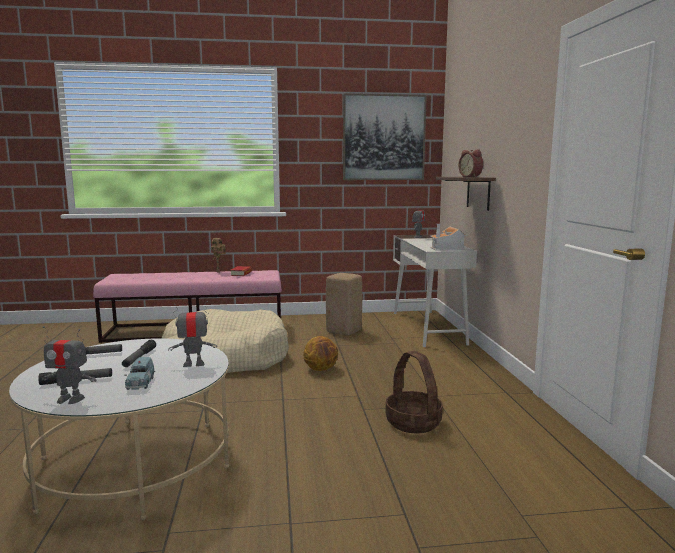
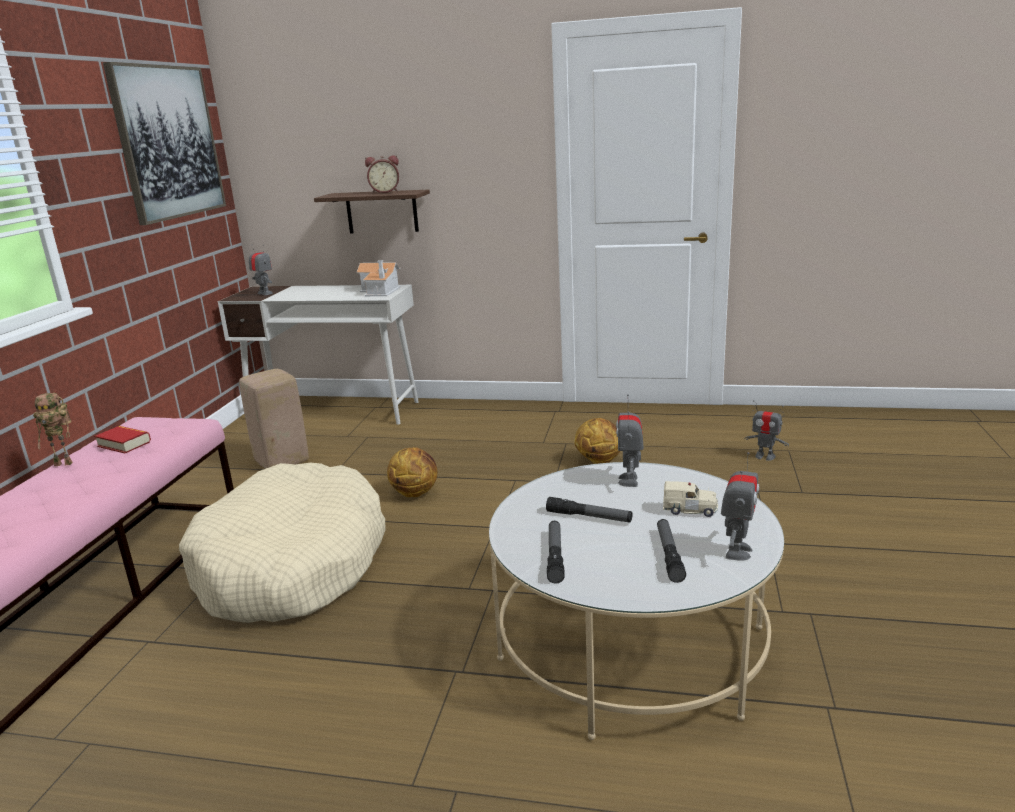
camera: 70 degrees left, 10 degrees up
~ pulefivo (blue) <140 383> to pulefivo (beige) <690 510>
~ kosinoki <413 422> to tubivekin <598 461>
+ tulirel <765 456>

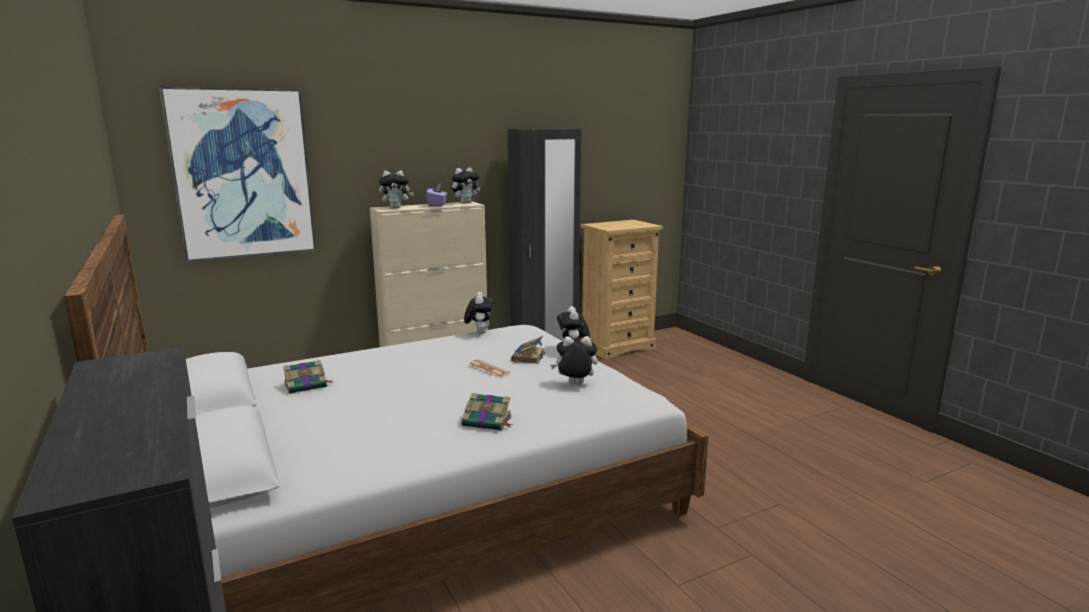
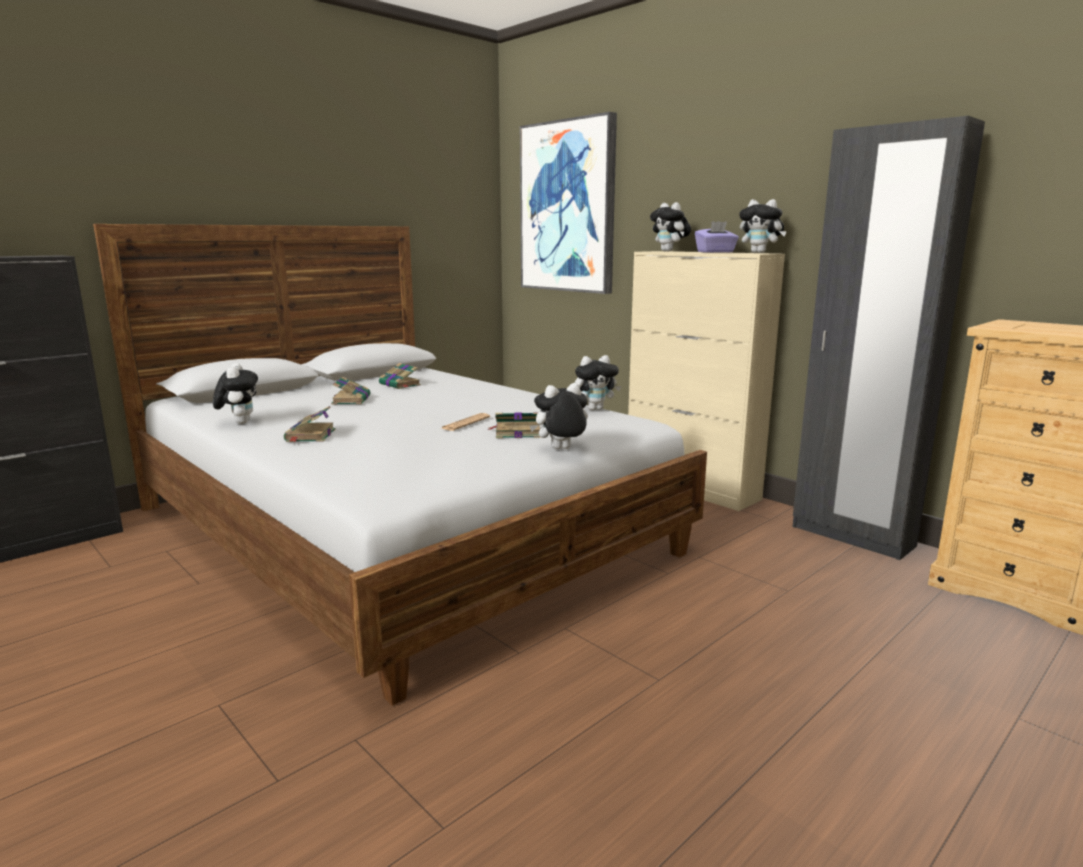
camera: 75 degrees right, 0 degrees up
~ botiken <575 385> to <240 422>
+ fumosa <351 399>

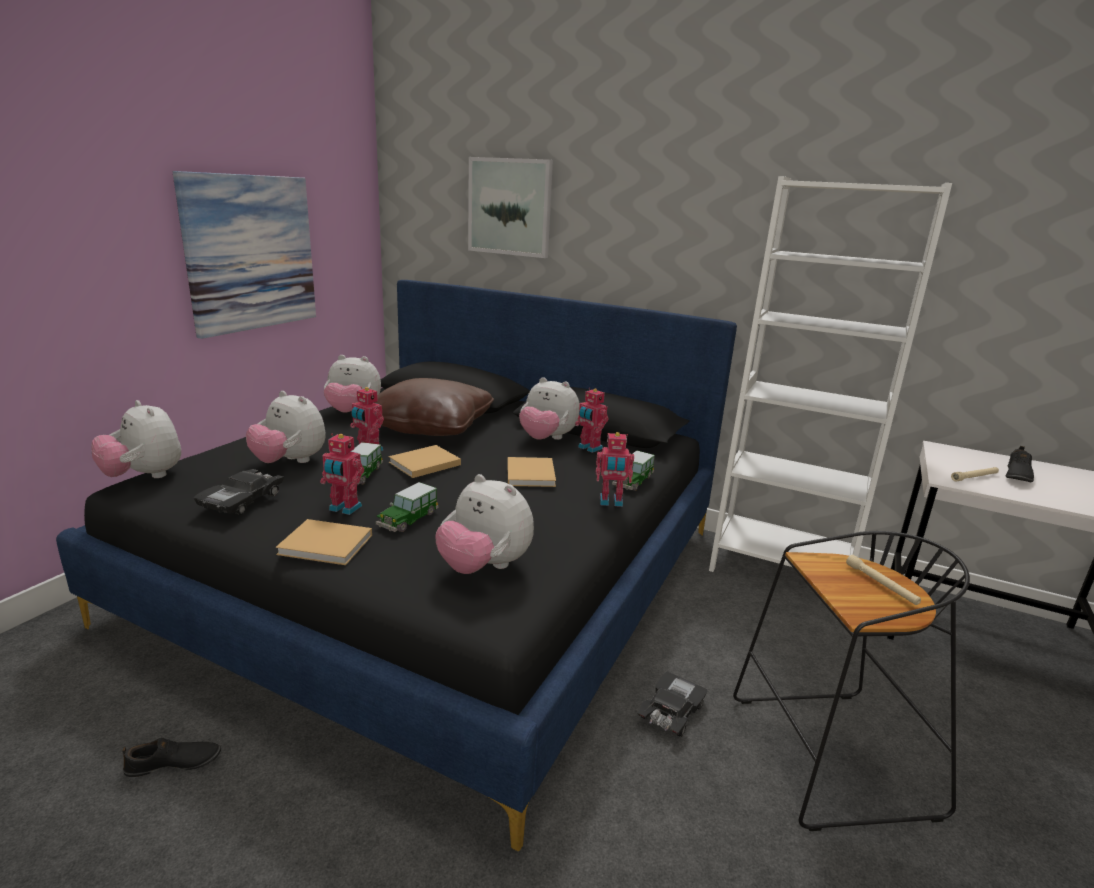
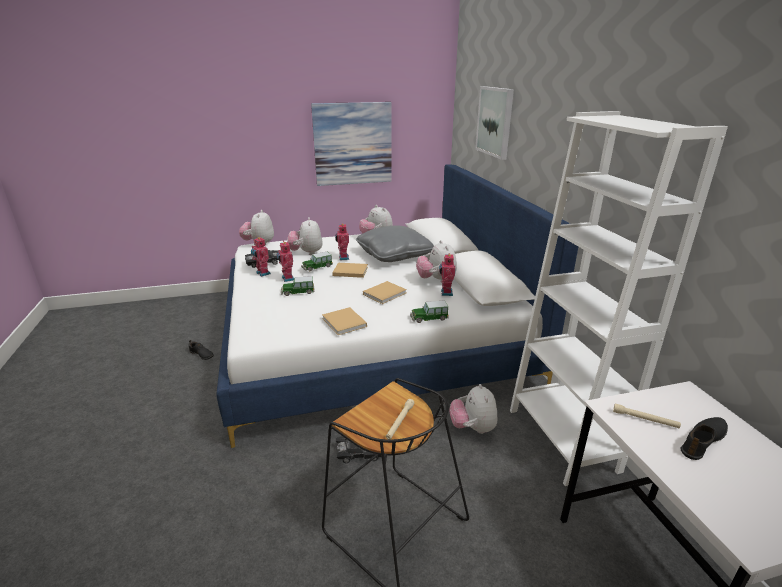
camera: 50 degrees right, 5 degrees up
~ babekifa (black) <443 573> to babekifa (white) <370 338>
~ fumosa (beige) <328 545> to <344 323>
~ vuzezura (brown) <431 427> to vuzezura (grey) <394 255>
~ botiken <484 567> to <472 428>
~ tulirel <611 502> to <262 273>
~ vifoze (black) <1016 475> = <703 441> 150 degrees clockwise

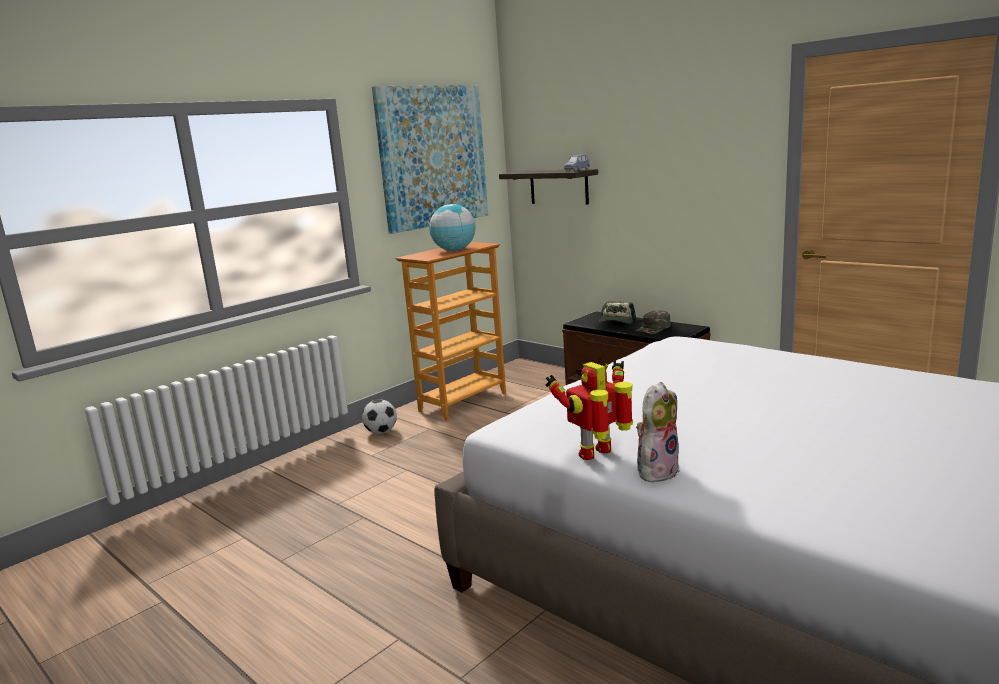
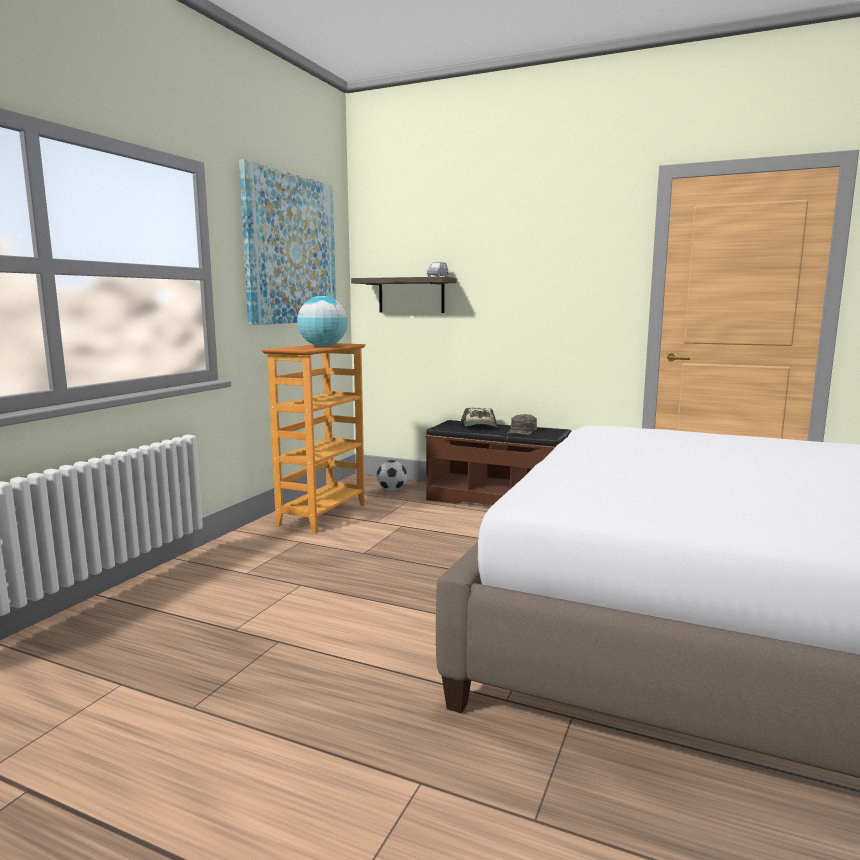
camera: 20 degrees left, 5 degrees down
~ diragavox <381 432> to <392 490>
- tulirel <598 454>
- botiken <656 471>

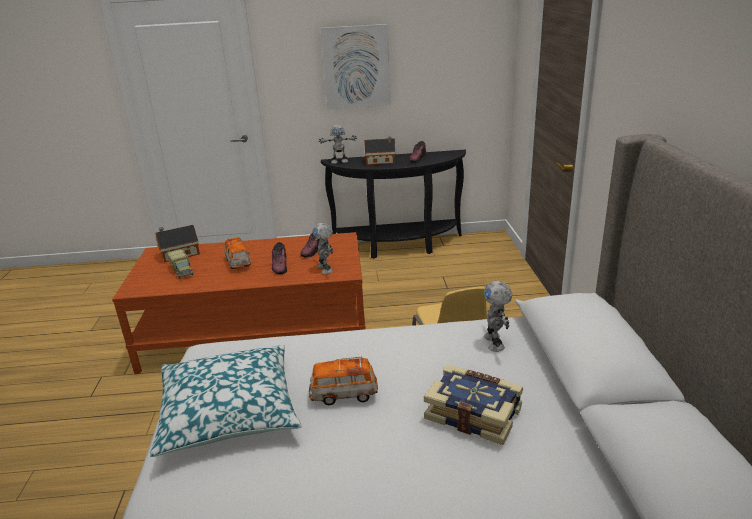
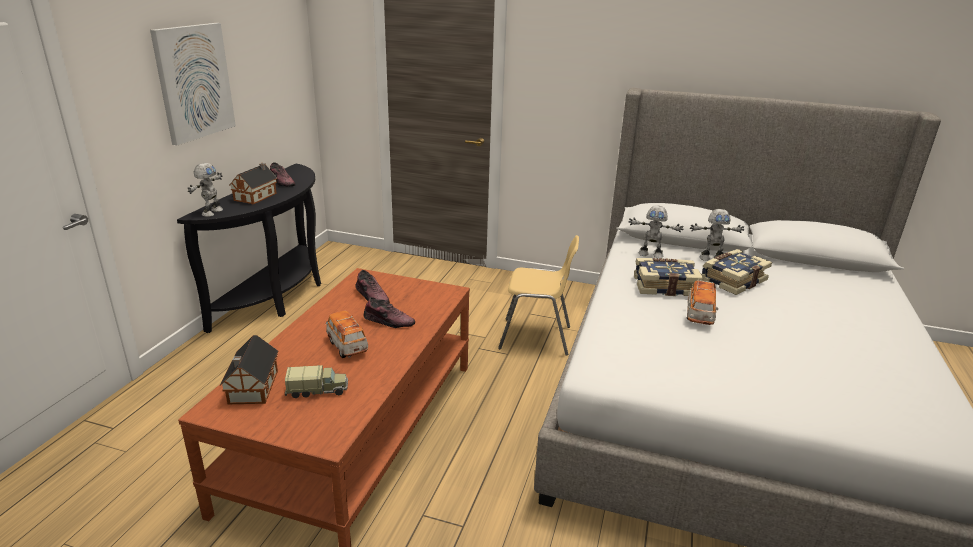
camera: 70 degrees left, 0 degrees up
- vuzezura <229 410>
~ pulefivo <238 263> = <347 346> 120 degrees counterclockwise
~ tulirel <326 269> to <711 258>
+ fumosa <664 286>

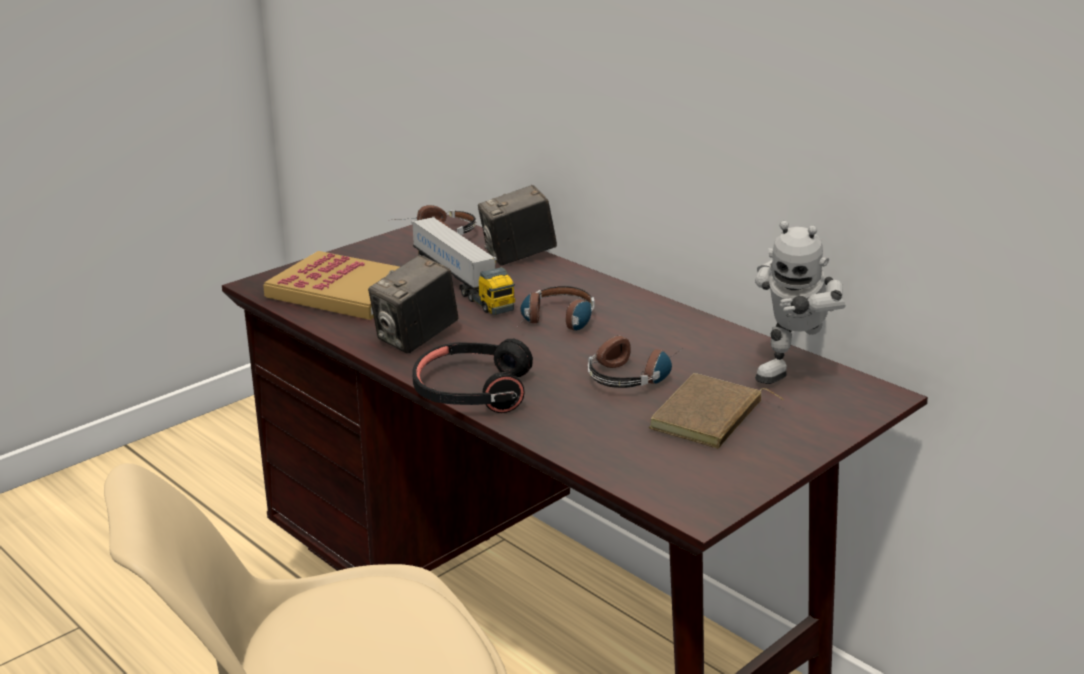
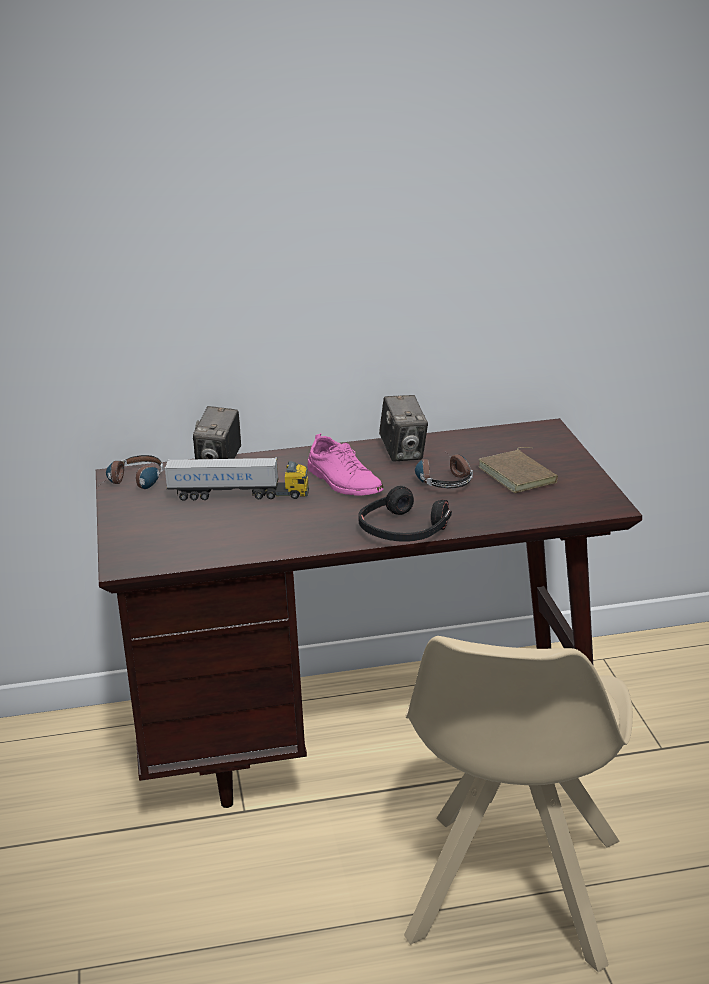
camera: 55 degrees left, 0 degrees up
- fumosa <343 291>
~ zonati <416 339> to <403 453>
~ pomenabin <556 323> to vifoze (pink) <344 482>
- tulirel <793 370>

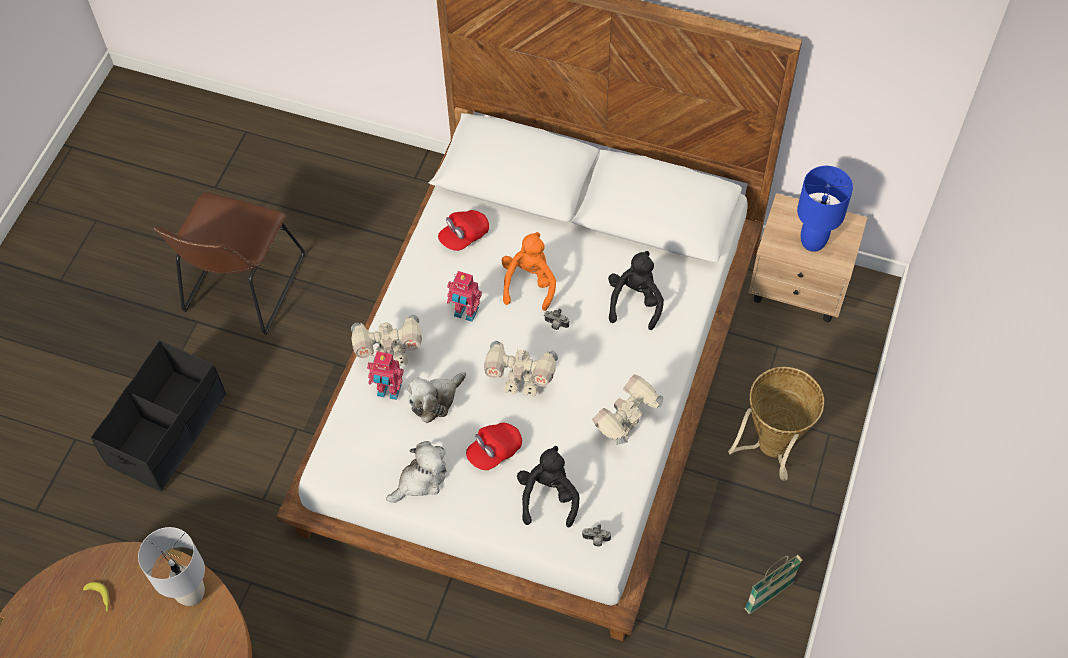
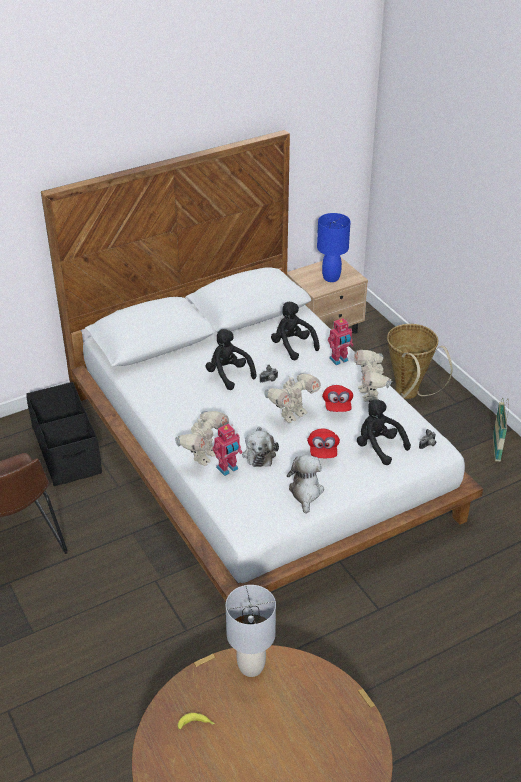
camera: 50 degrees left, 20 degrees down
~ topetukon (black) <168 430> to <67 450>
~ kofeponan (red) <464 236> to <337 406>
~ tulirel <465 313> to <339 360>
~ botiken (orange) <529 283> to botiken (black) <228 374>

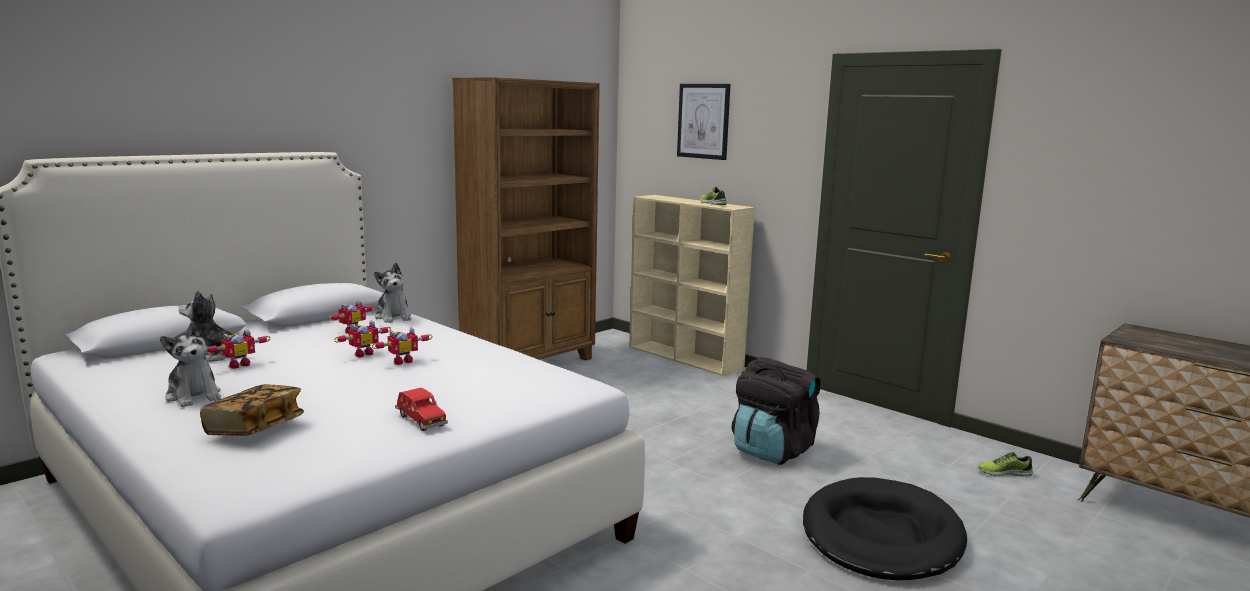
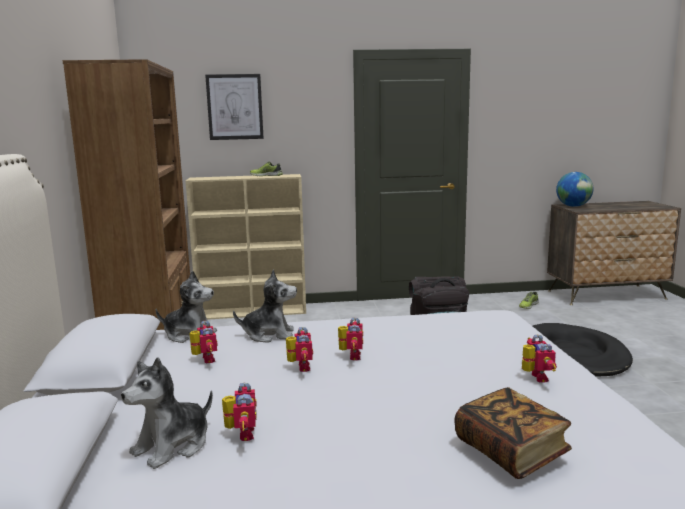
camera: 50 degrees left, 0 degrees up
~ botiken <194 396> to <269 335>
~ pulefivo (red) <420 420> to tulirel <535 377>
+ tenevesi <573 206>

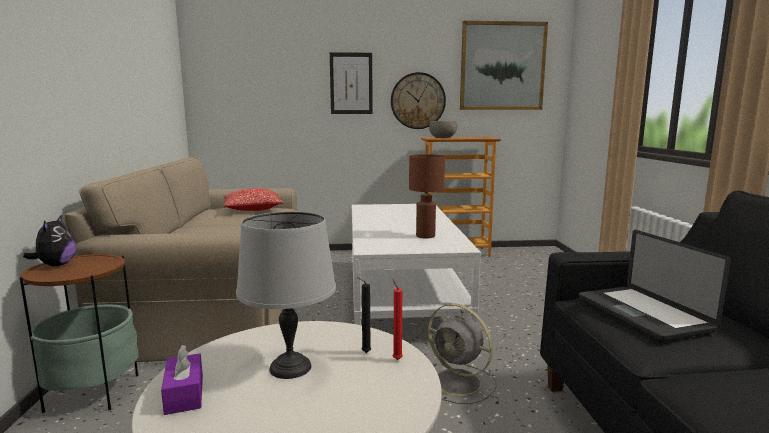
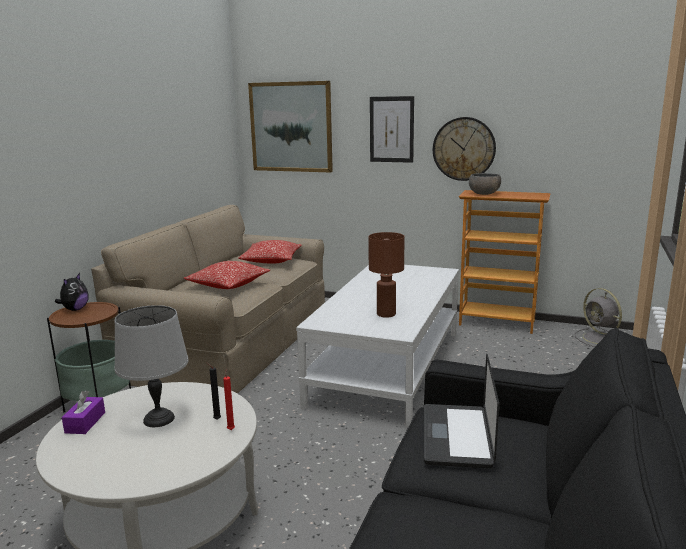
camera: 25 degrees right, 5 degrees up
~ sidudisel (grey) <459 383> to <600 339>
~ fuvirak <502 66> to <291 127>
+ vuzezura <228 285>

